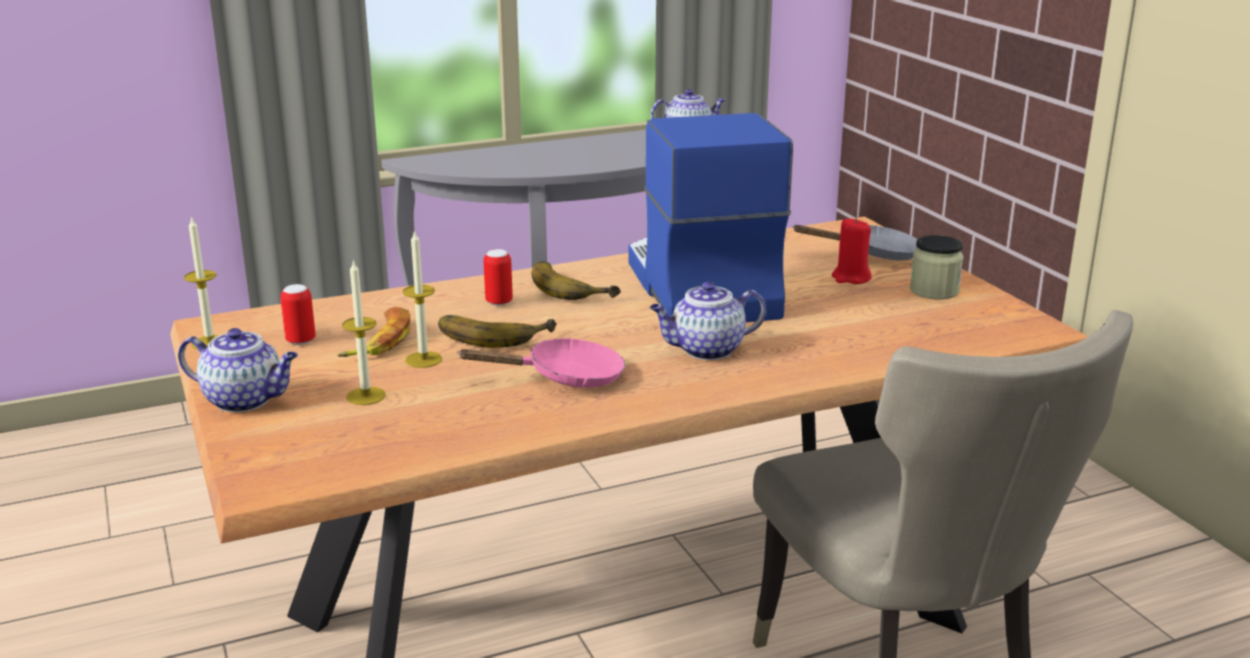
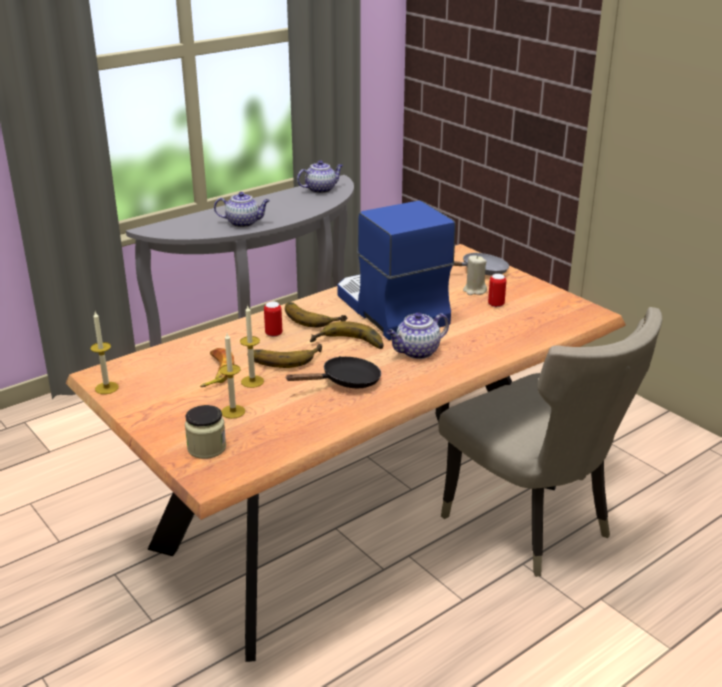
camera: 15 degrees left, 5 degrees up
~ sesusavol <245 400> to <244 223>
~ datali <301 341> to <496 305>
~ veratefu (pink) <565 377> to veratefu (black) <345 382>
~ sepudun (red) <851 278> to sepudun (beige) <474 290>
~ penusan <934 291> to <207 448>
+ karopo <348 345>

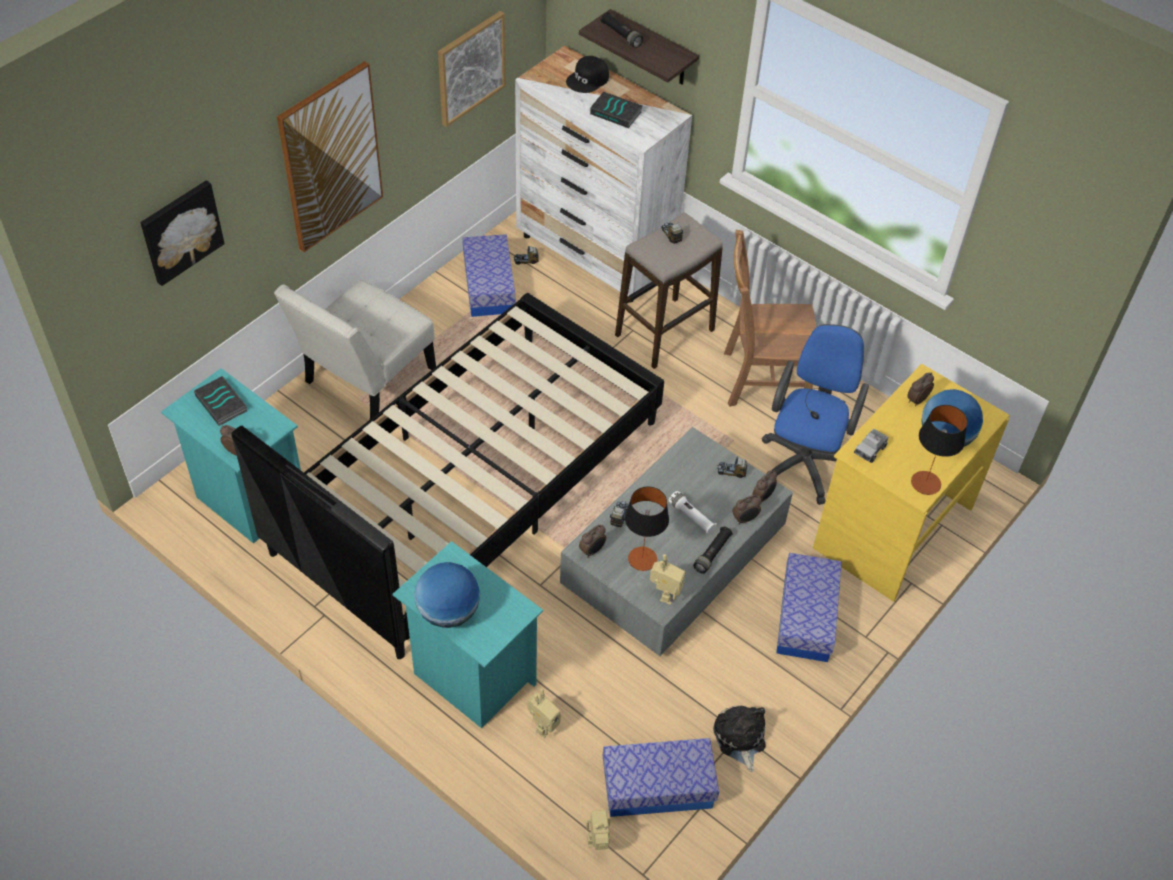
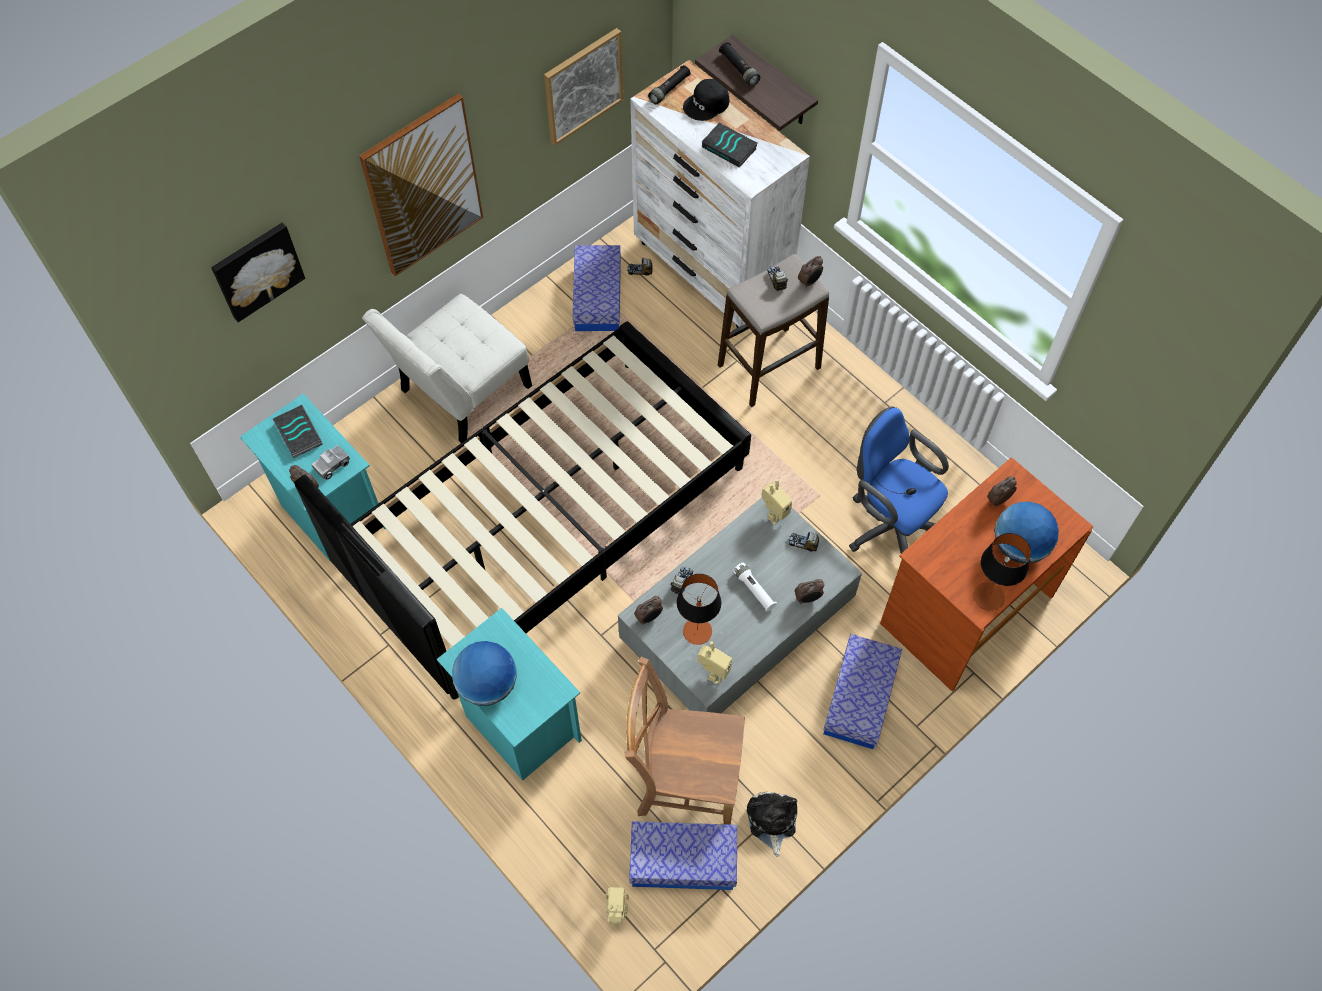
camera: 10 degrees right, 10 degrees up
~ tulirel <543 726> to <774 514>
~ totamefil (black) <712 553> to <669 89>
~ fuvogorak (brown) <760 378> to <683 778>
~ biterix <763 497> to <809 282>
~ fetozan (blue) <805 460> = <889 525> 75 degrees counterclockwise
~ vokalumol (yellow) <892 526> to vokalumol (brown) <965 608>
~ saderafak <870 449> to <332 465>

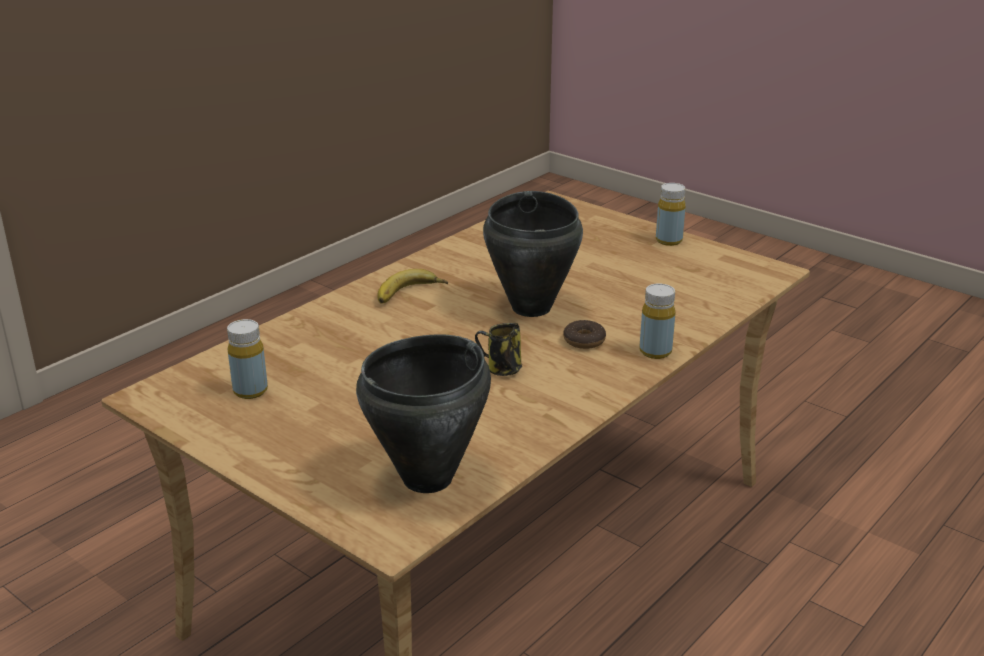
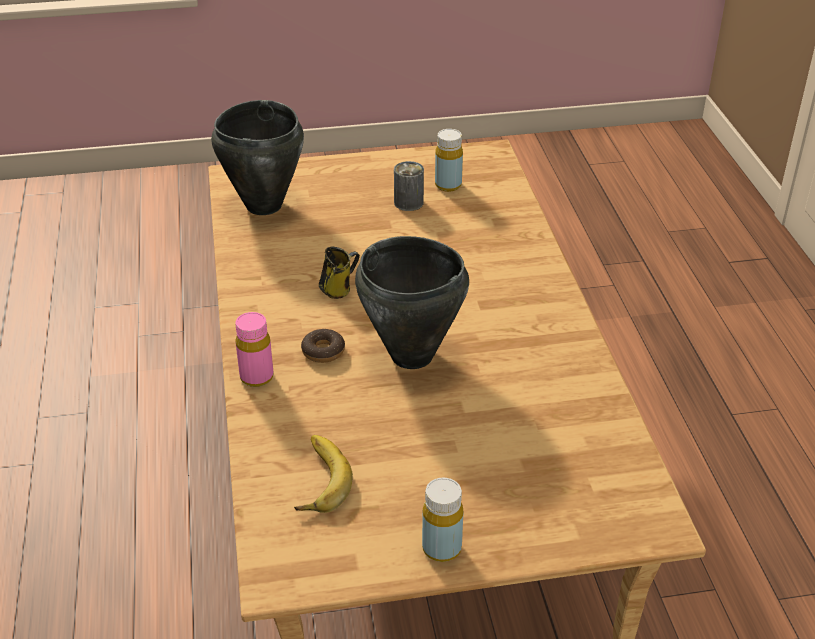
camera: 130 degrees right, 10 degrees up
~ karopo <410 294> to <316 479>
~ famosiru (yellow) <655 351> to famosiru (pink) <256 377>
+ datali <408 202>

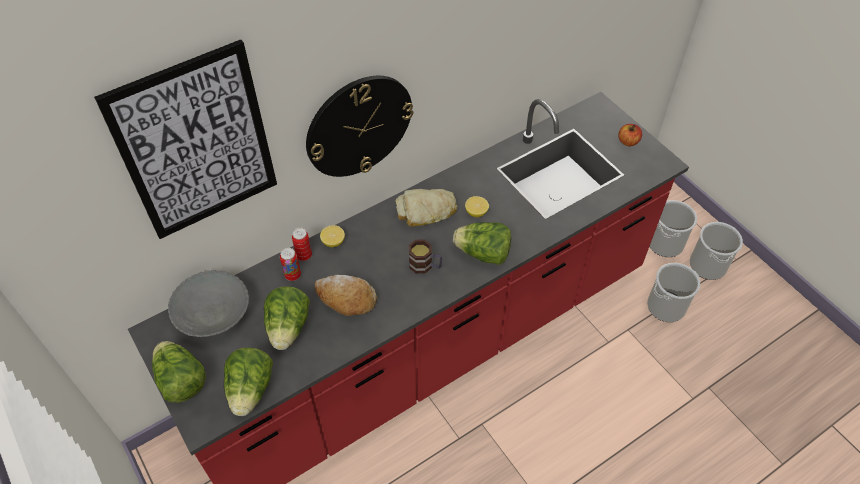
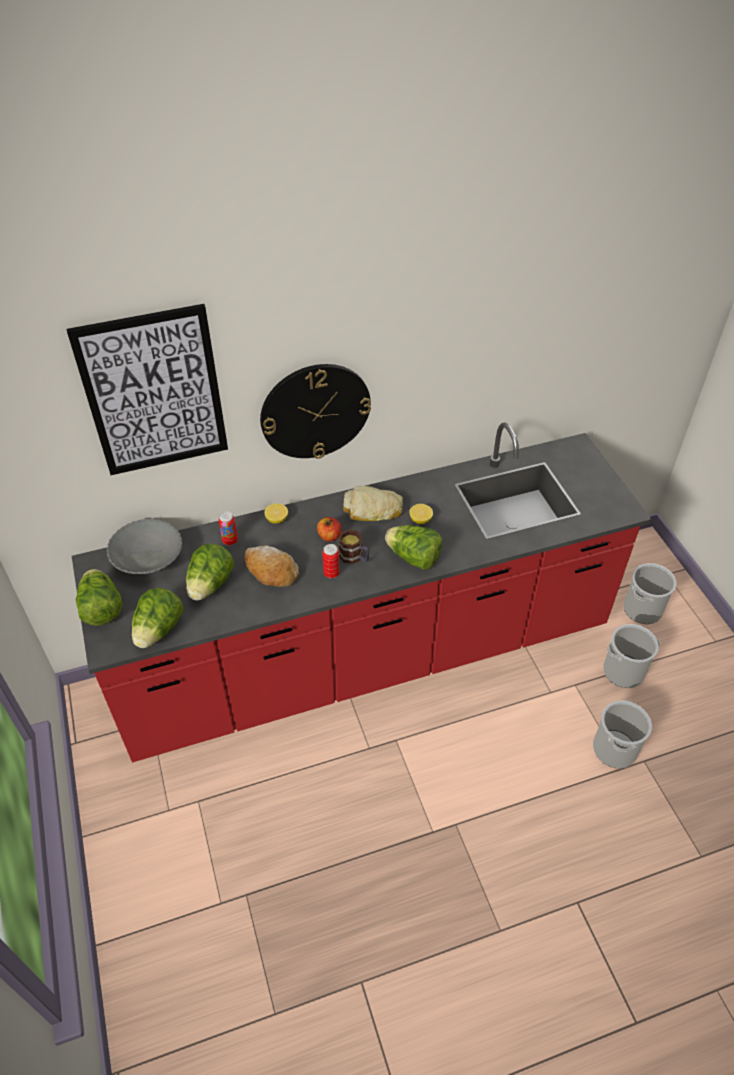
camera: 15 degrees right, 5 degrees down
~ datali <304 255> to <331 573>
~ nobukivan <628 142> to <329 536>
~ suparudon <708 265> to <614 749>

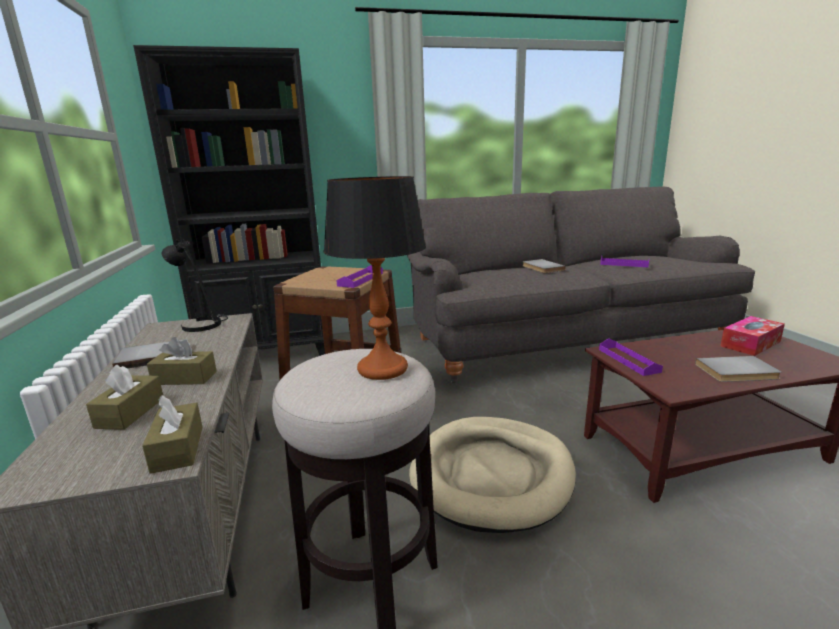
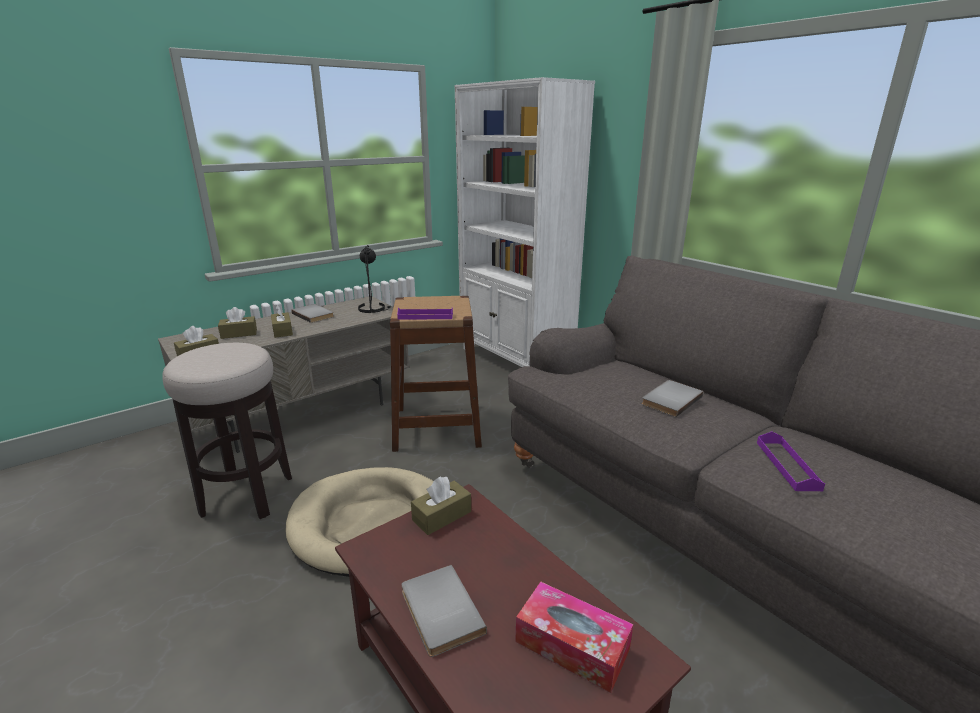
camera: 65 degrees right, 5 degrees up
~ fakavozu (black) <269 352> to fakavozu (white) <515 359>
- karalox <383 369>
~ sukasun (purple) <628 360> to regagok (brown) <442 516>

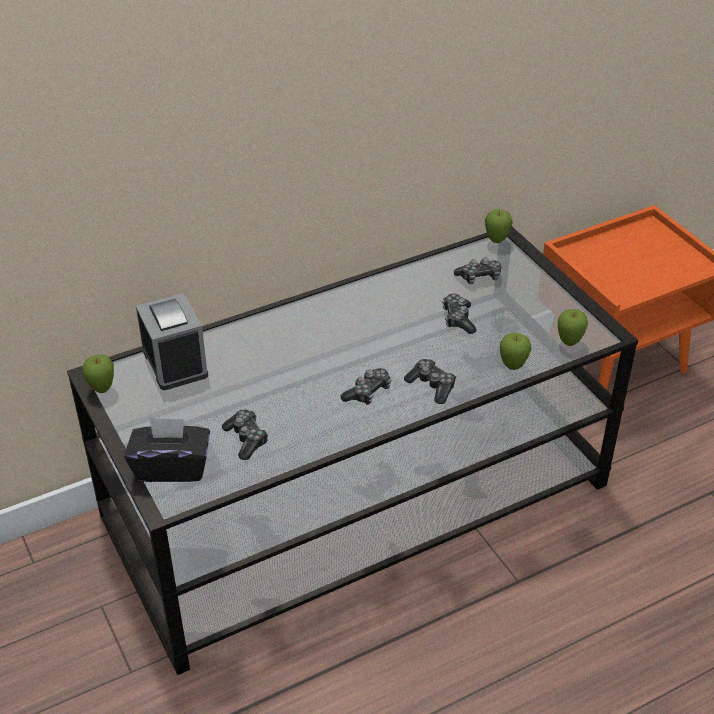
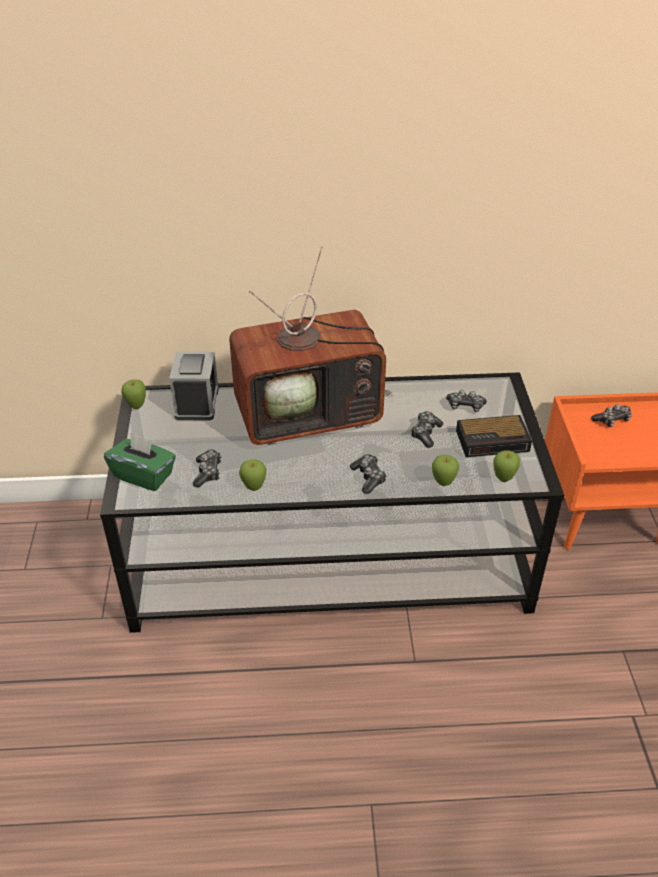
camera: 25 degrees right, 0 degrees up
~ regagok (black) <172 467> to regagok (green) <144 475>
~ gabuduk <368 392> to <612 420>
~ nobukivan <496 241> to <254 488>
+ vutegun <311 413>
+ biterix <494 440>

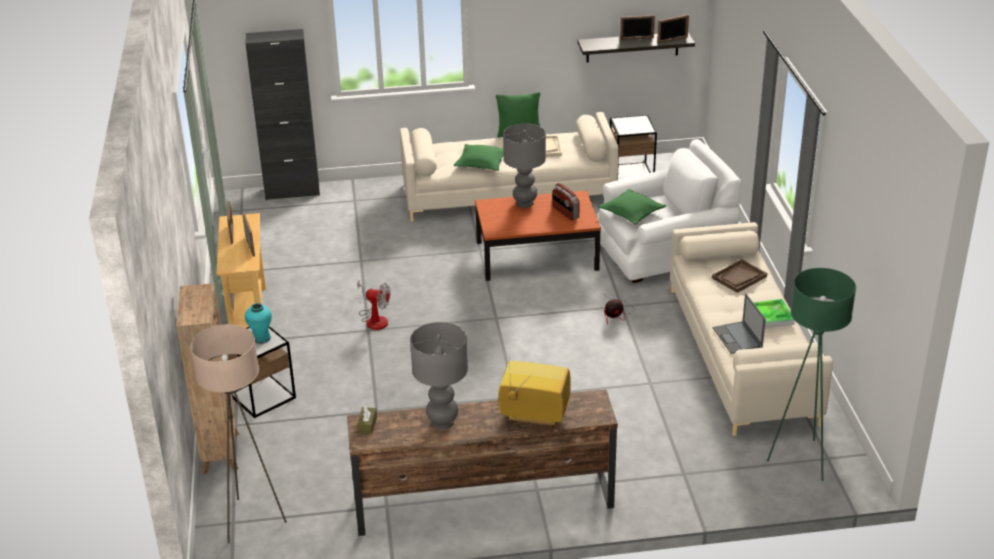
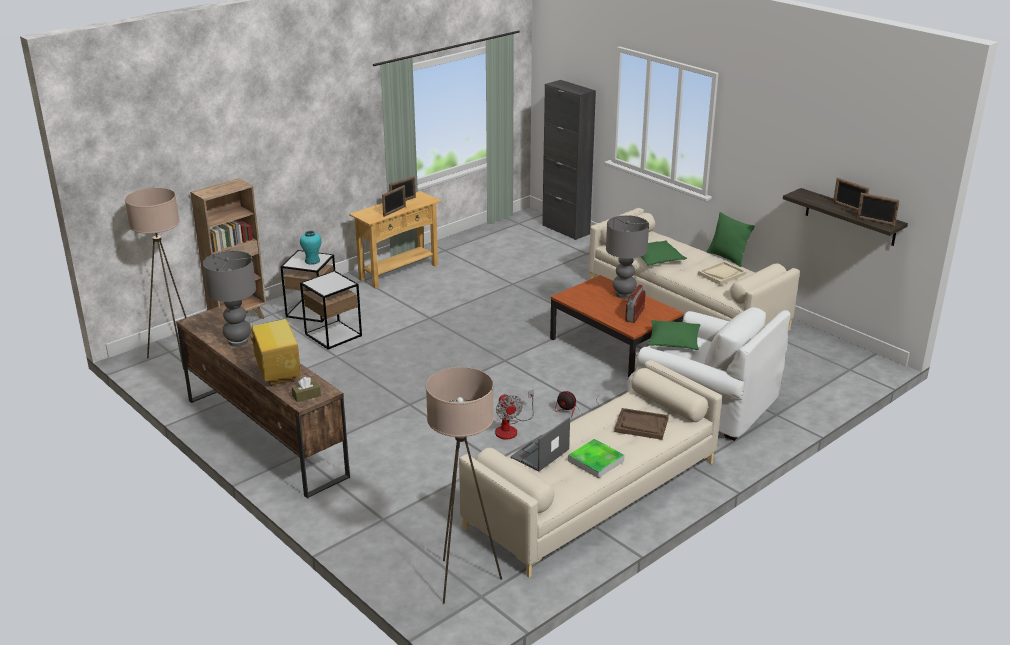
camera: 55 degrees right, 5 degrees down
~ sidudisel <374 319> to <510 429>
~ regagok (brown) <367 425> to <306 396>
~ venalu <631 174> to <333 335>
~ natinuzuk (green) <801 460> to natinuzuk (beige) <463 580>

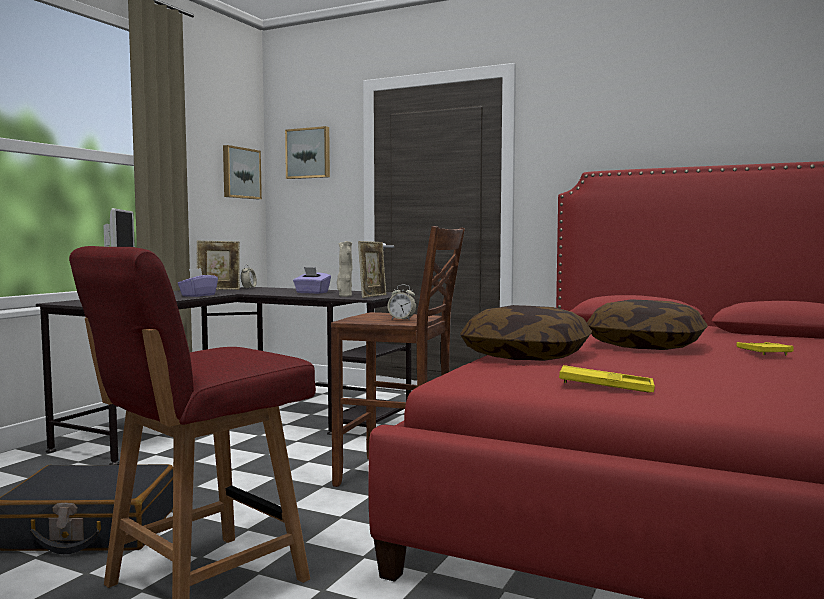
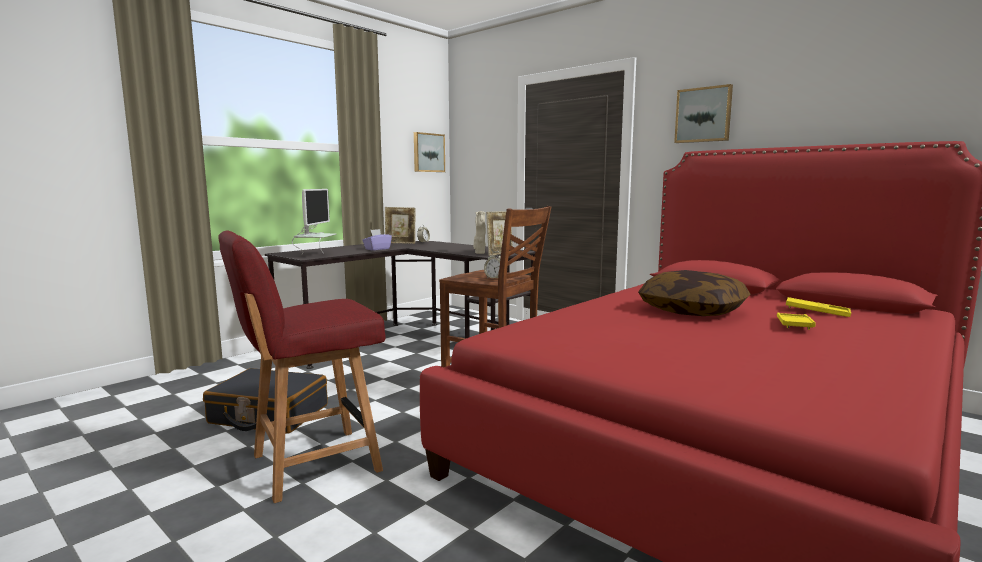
camera: 15 degrees right, 5 degrees up
~ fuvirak <309 153> to <703 115>
- regagok (purple) <312 293>
- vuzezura <526 356>
~ sukasun (yellow) <606 386> to <817 311>

